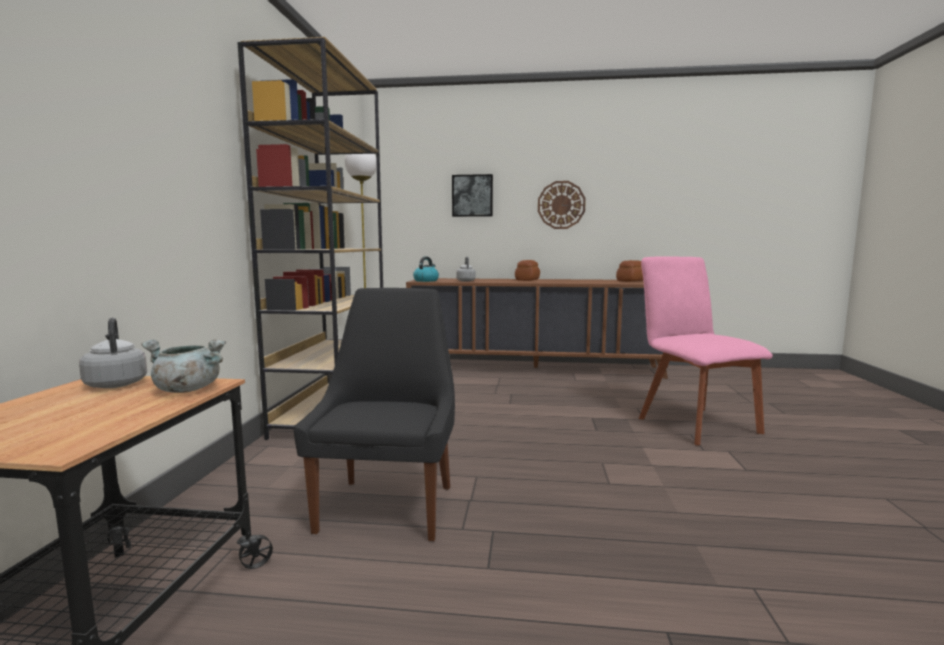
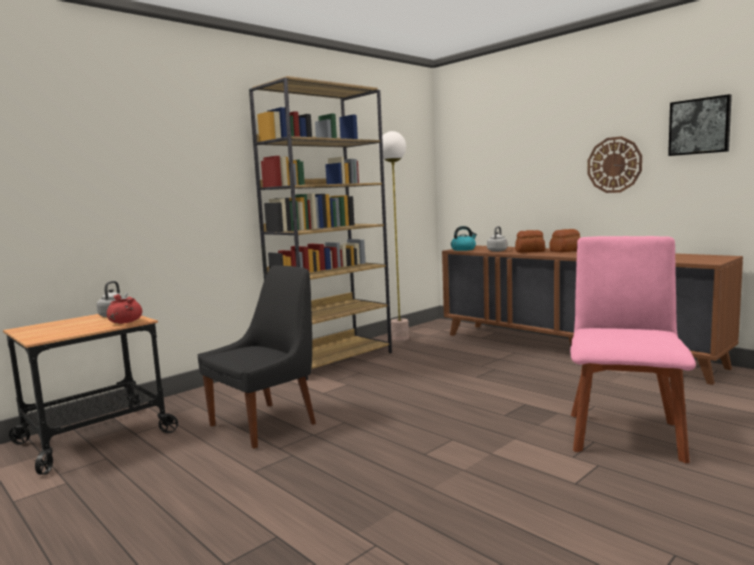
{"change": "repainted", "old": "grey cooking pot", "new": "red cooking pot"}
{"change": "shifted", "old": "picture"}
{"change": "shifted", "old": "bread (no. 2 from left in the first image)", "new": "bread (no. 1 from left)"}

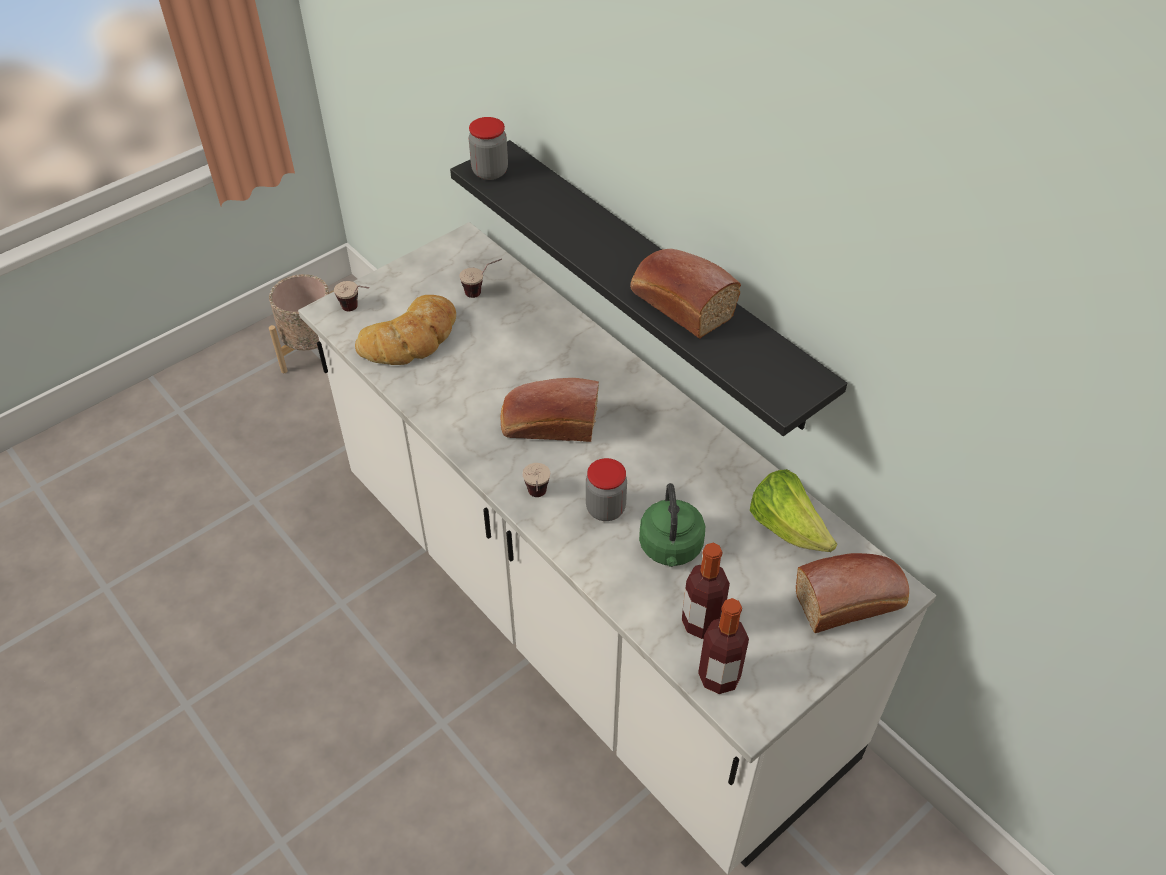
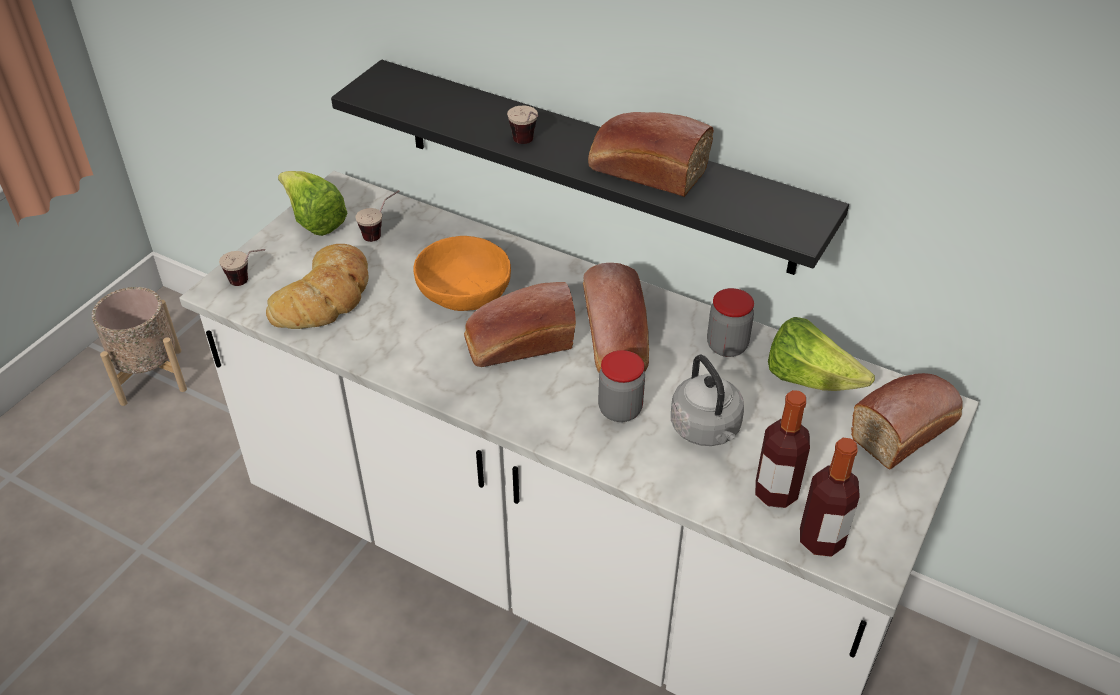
{"change": "shifted", "old": "jar (no. 1 from left in the first image)", "new": "jar (no. 2 from left)"}
{"change": "shifted", "old": "cup (no. 3 from left)"}
{"change": "repainted", "old": "green kettle", "new": "grey kettle"}
{"change": "new", "new": "lettuce (no. 1 from left)"}
{"change": "new", "new": "orange bowl"}
{"change": "new", "new": "bread (no. 3 from left)"}

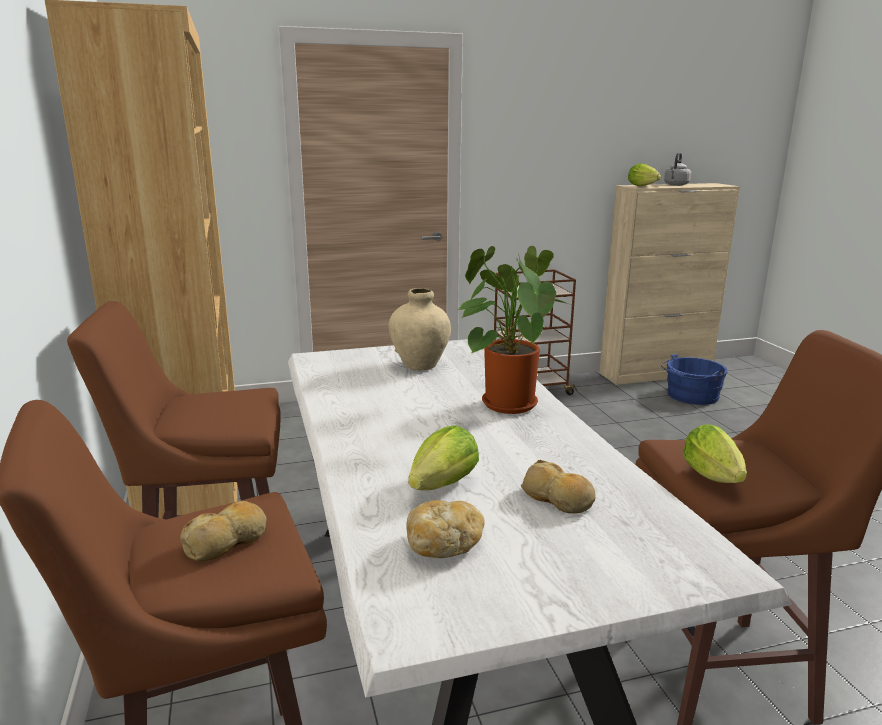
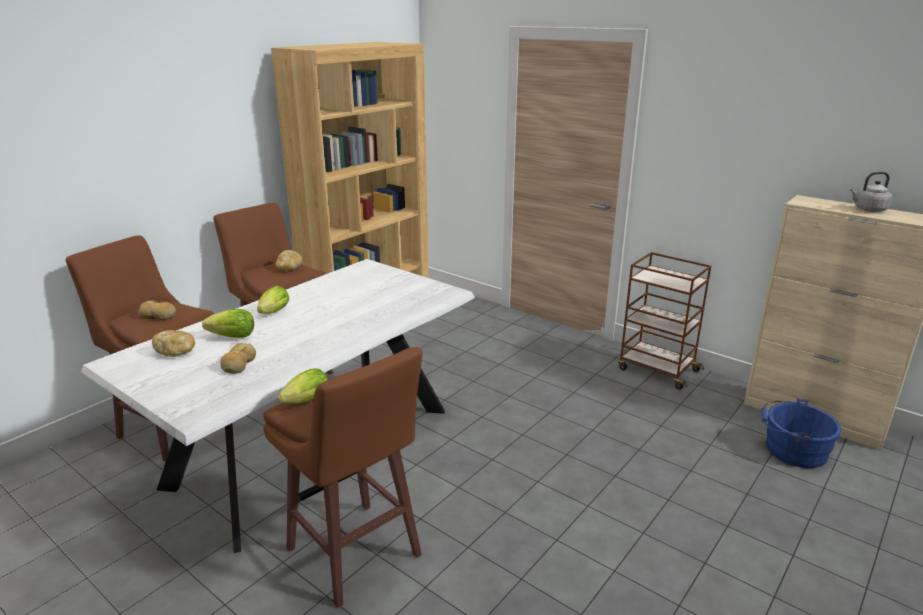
{"change": "gone", "old": "beige vase"}
{"change": "gone", "old": "potted plant"}
{"change": "shifted", "old": "lettuce (no. 2 from left)"}
{"change": "new", "new": "bread (no. 4 from left)"}

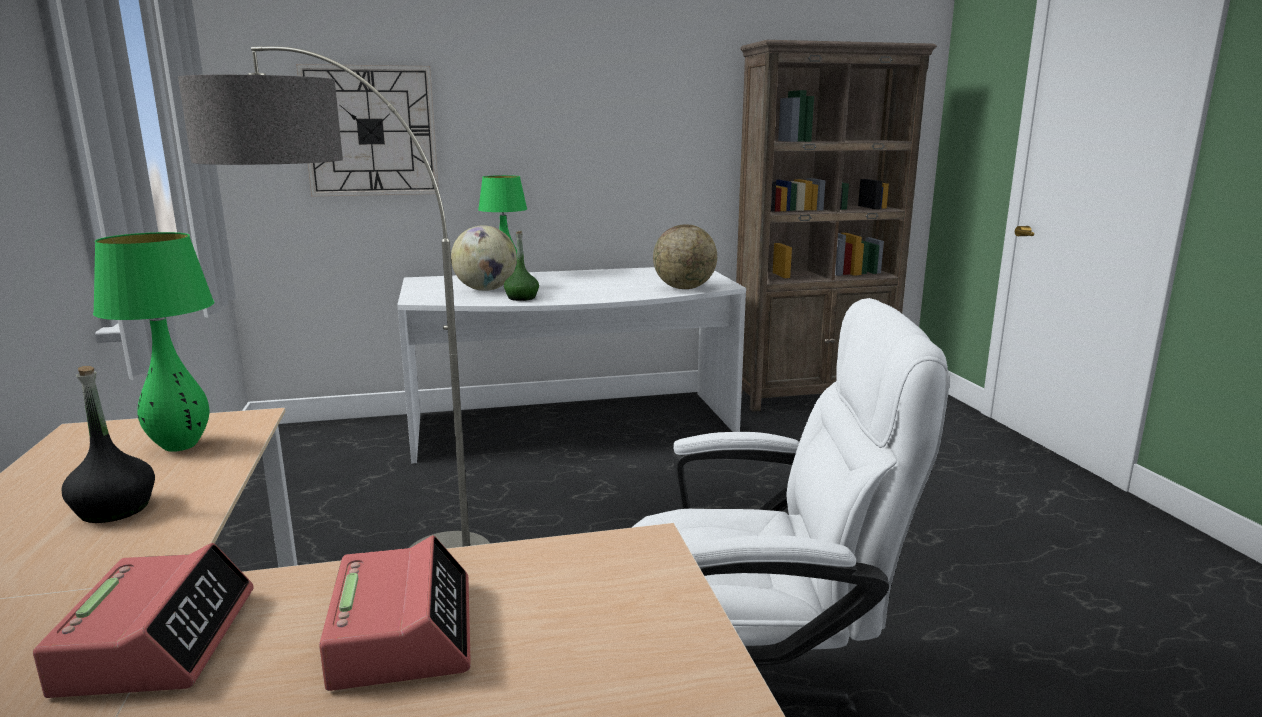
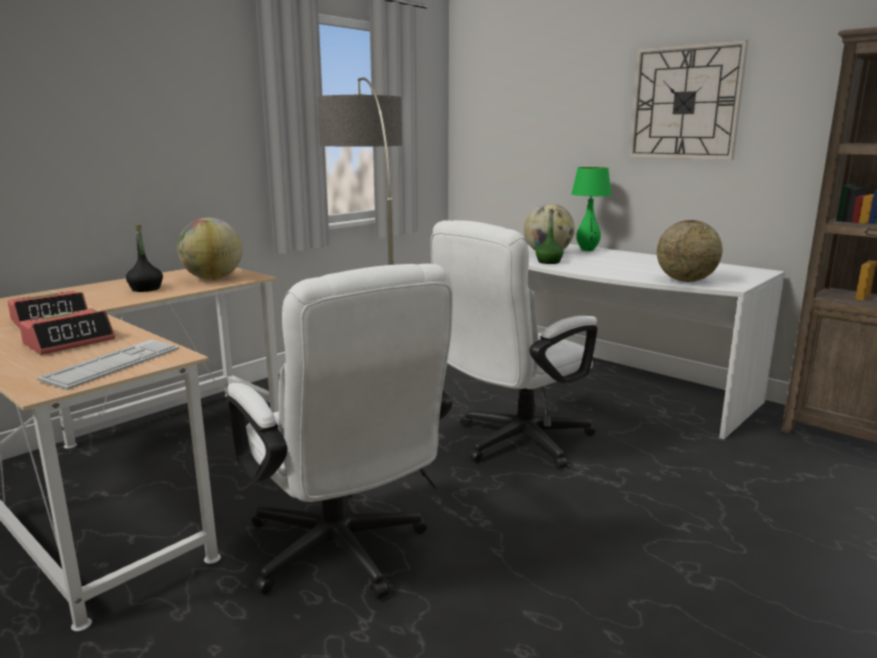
{"change": "swapped", "old": "green table lamp (no. 1 from left)", "new": "globe (no. 1 from left)"}
{"change": "shifted", "old": "wall clock"}
{"change": "new", "new": "keyboard"}
{"change": "new", "new": "white office chair (no. 2 from left)"}

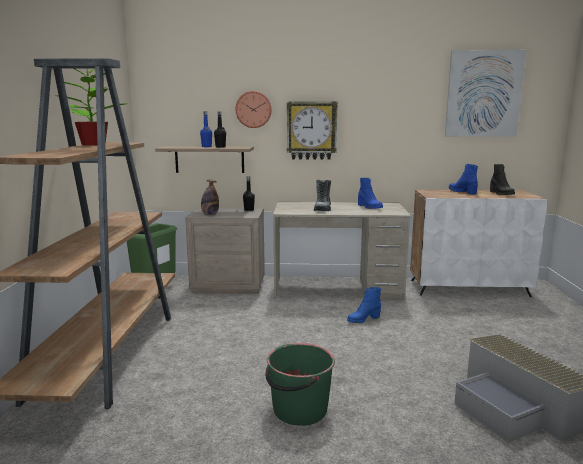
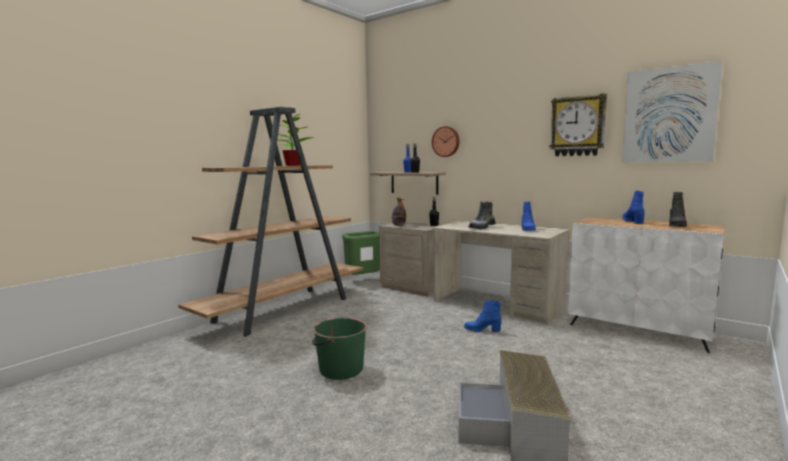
{"change": "shifted", "old": "wall clock (no. 2 from left)"}

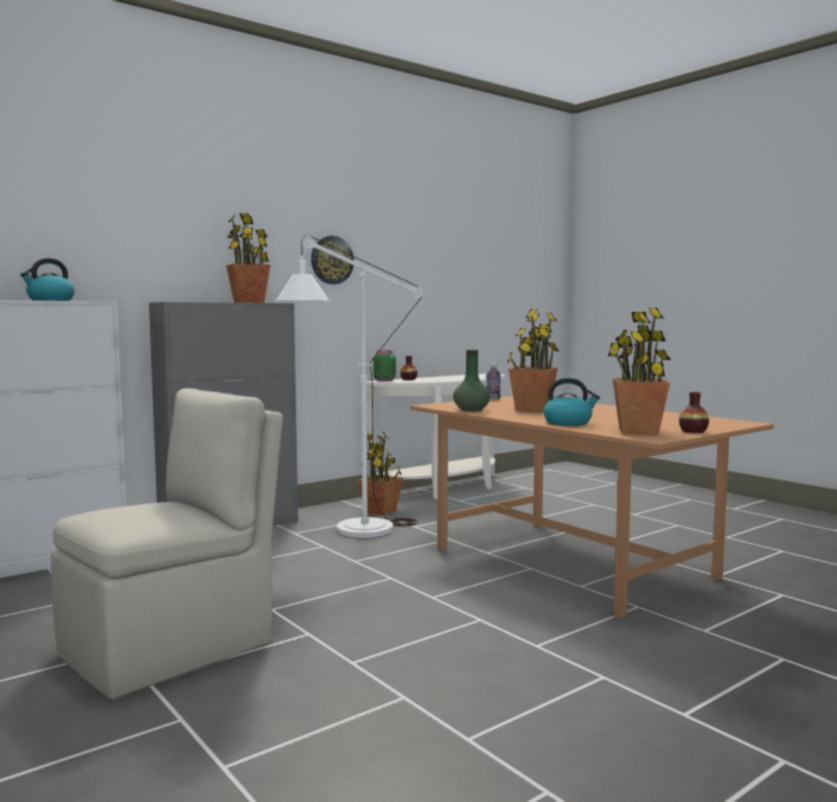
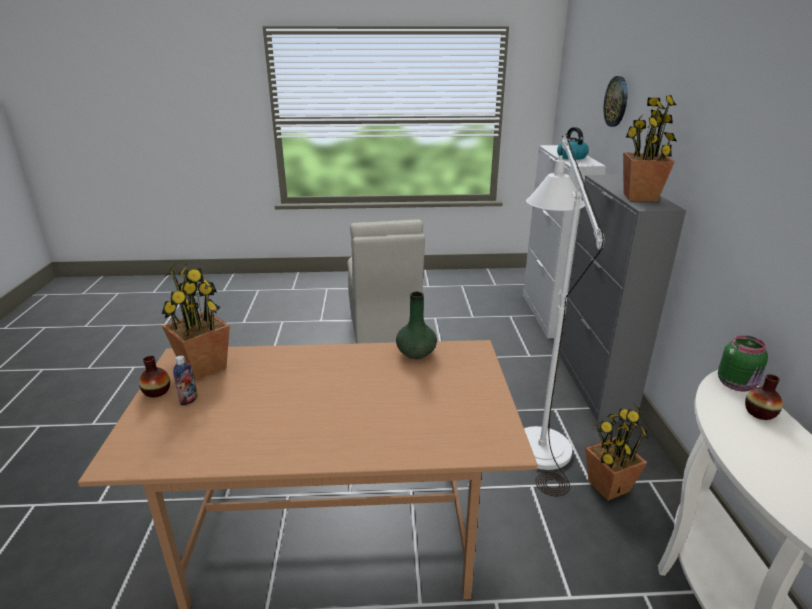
{"change": "shifted", "old": "wall clock"}
{"change": "shifted", "old": "bottle"}
{"change": "gone", "old": "potted plant (no. 3 from left)"}
{"change": "gone", "old": "kettle (no. 2 from left)"}

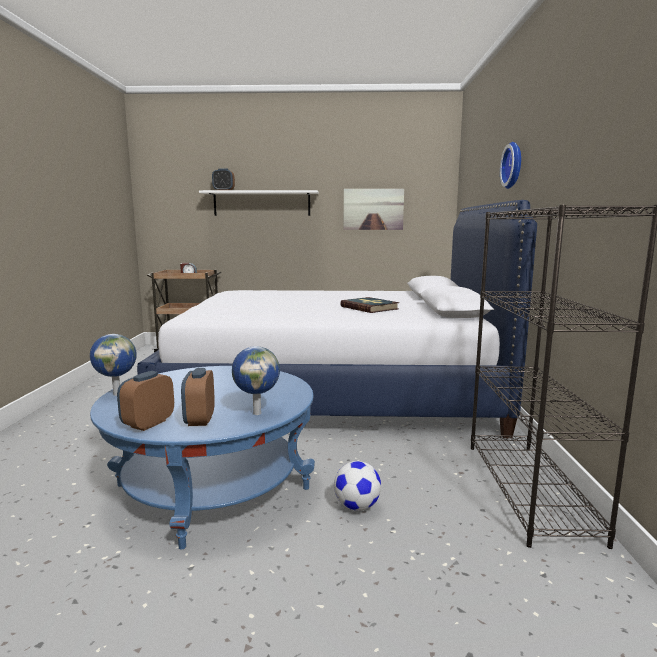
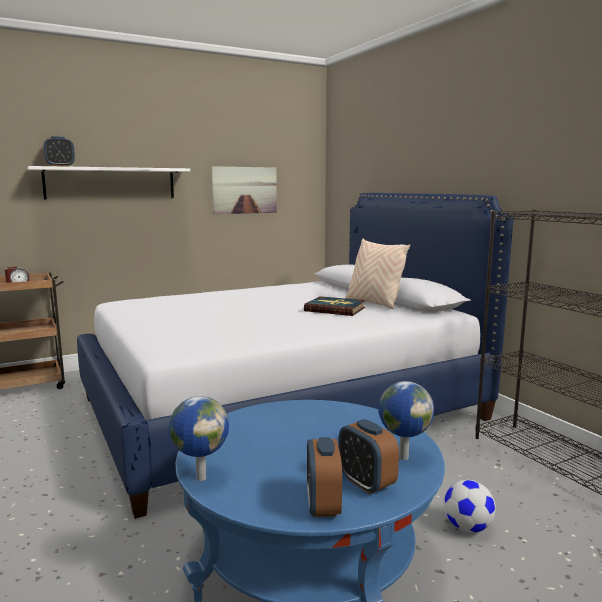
{"change": "gone", "old": "wall clock"}
{"change": "new", "new": "beige pillow"}

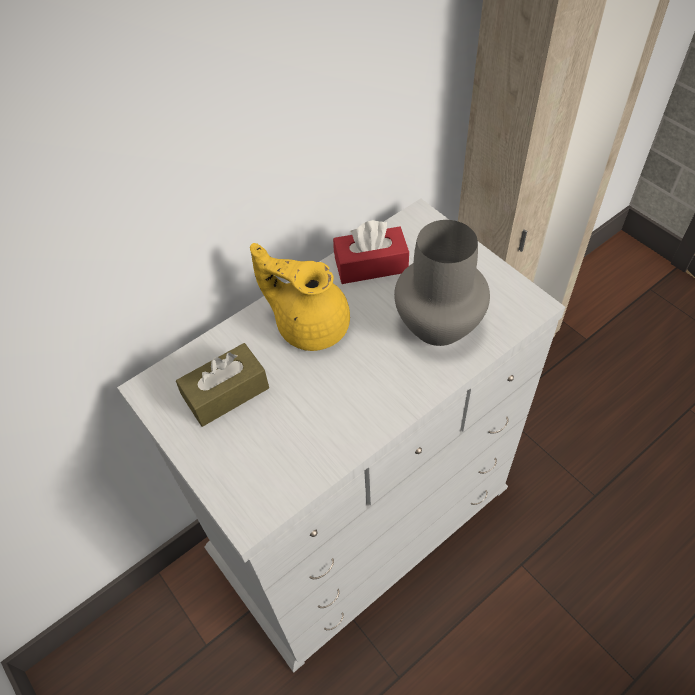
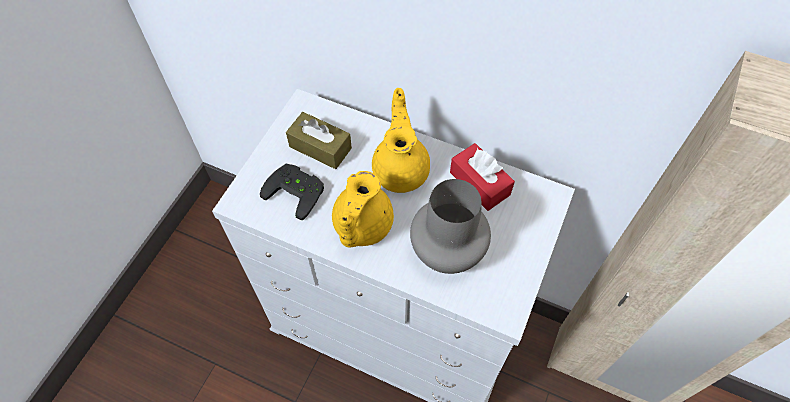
{"change": "new", "new": "black game controller"}
{"change": "new", "new": "yellow teapot (no. 1 from left)"}

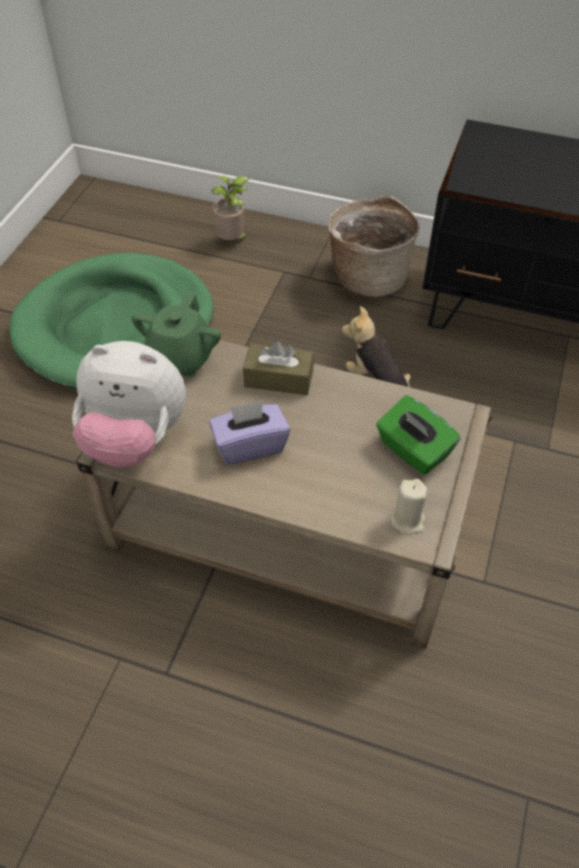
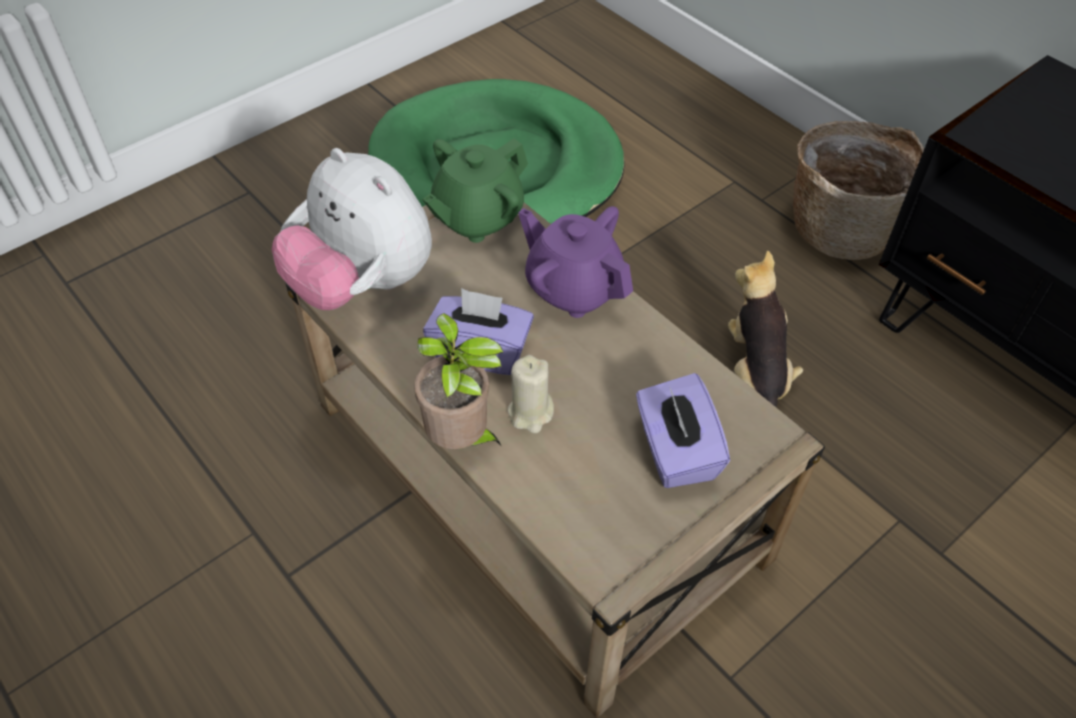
{"change": "shifted", "old": "potted plant"}
{"change": "swapped", "old": "brown tissue box", "new": "purple teapot"}
{"change": "repainted", "old": "green tissue box", "new": "purple tissue box (no. 2 from left)"}
{"change": "shifted", "old": "beige candle"}

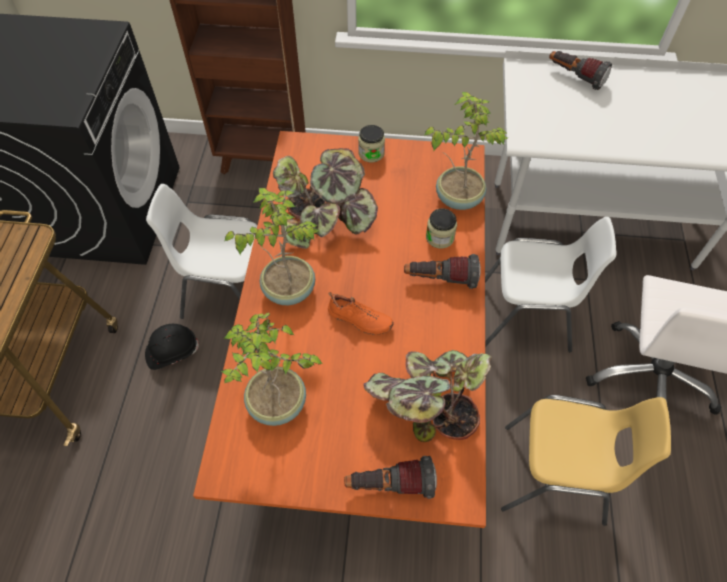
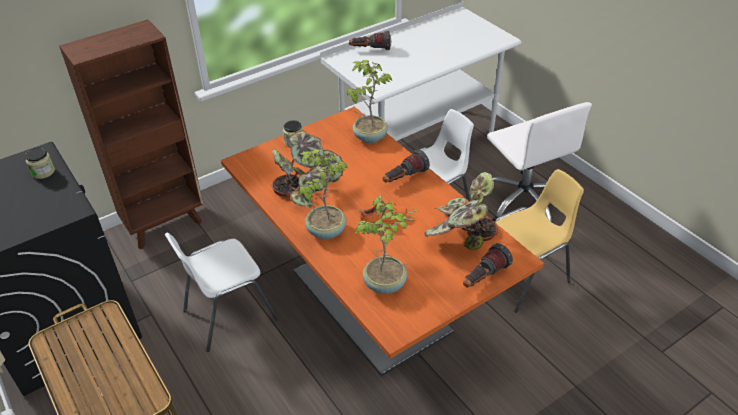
{"change": "gone", "old": "black hard hat"}
{"change": "shifted", "old": "jar (no. 2 from left in the first image)", "new": "jar (no. 1 from left)"}

